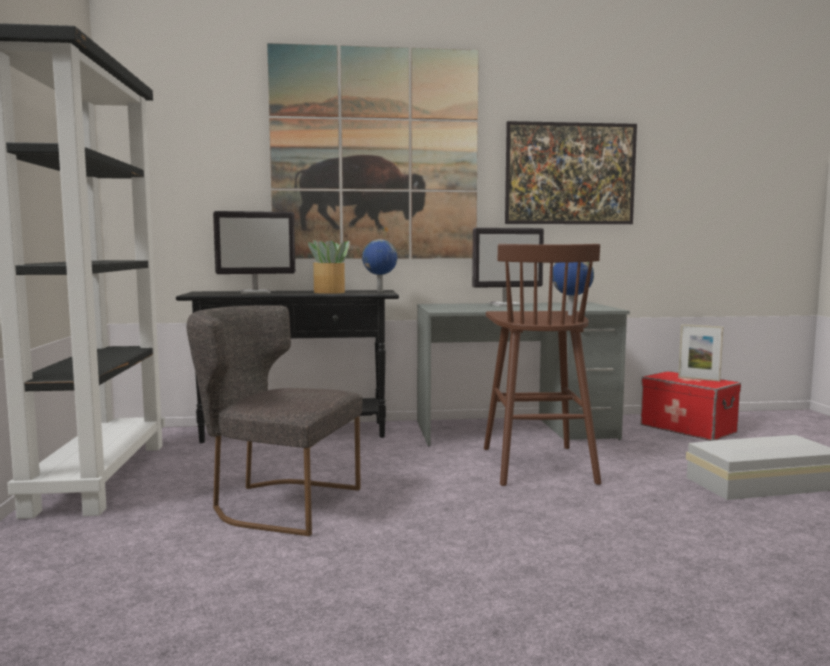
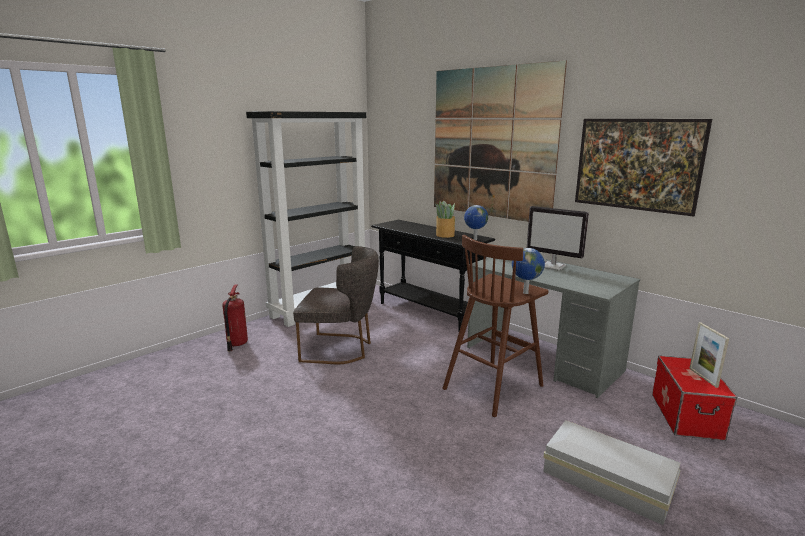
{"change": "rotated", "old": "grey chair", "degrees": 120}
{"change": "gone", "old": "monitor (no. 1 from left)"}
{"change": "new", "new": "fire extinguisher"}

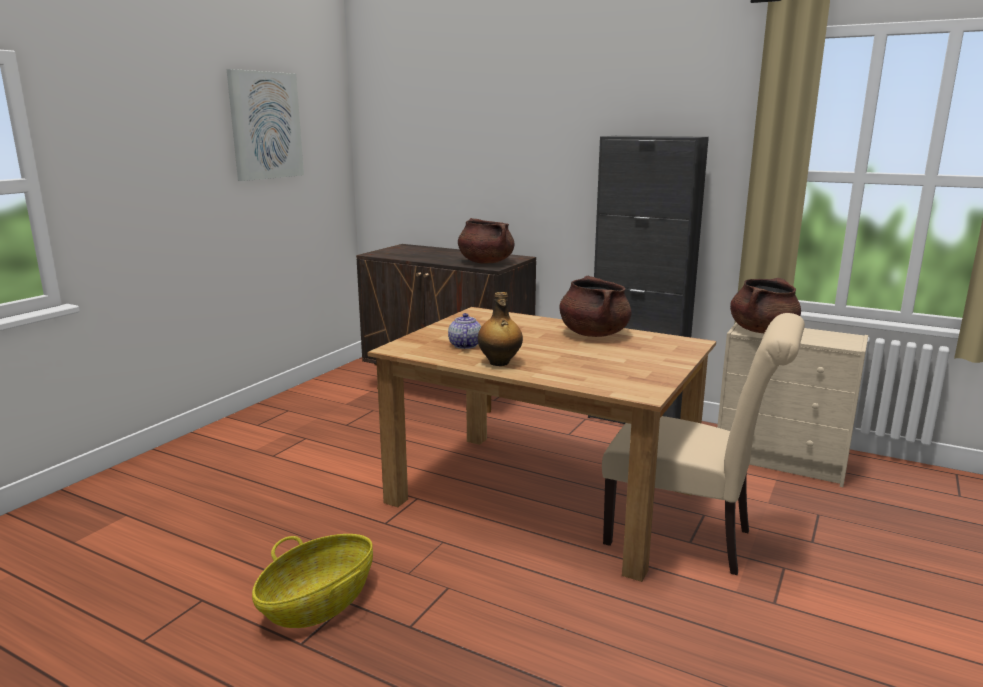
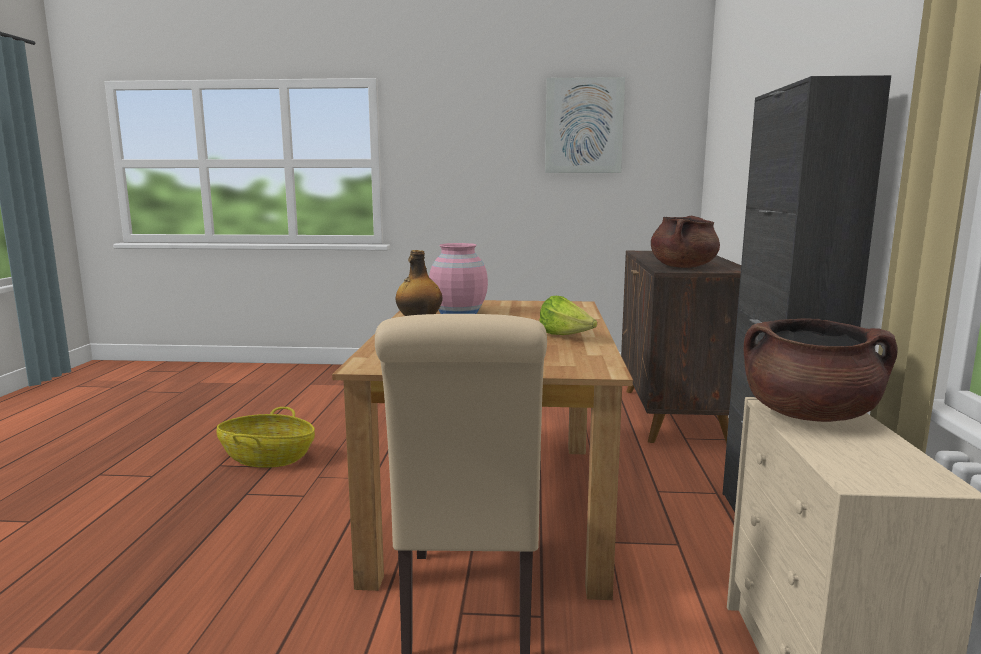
{"change": "swapped", "old": "teapot", "new": "pink vase"}
{"change": "swapped", "old": "brown cooking pot (no. 2 from left)", "new": "lettuce"}

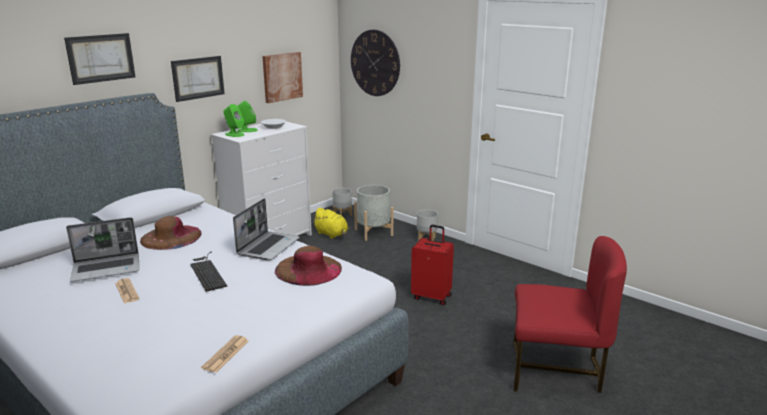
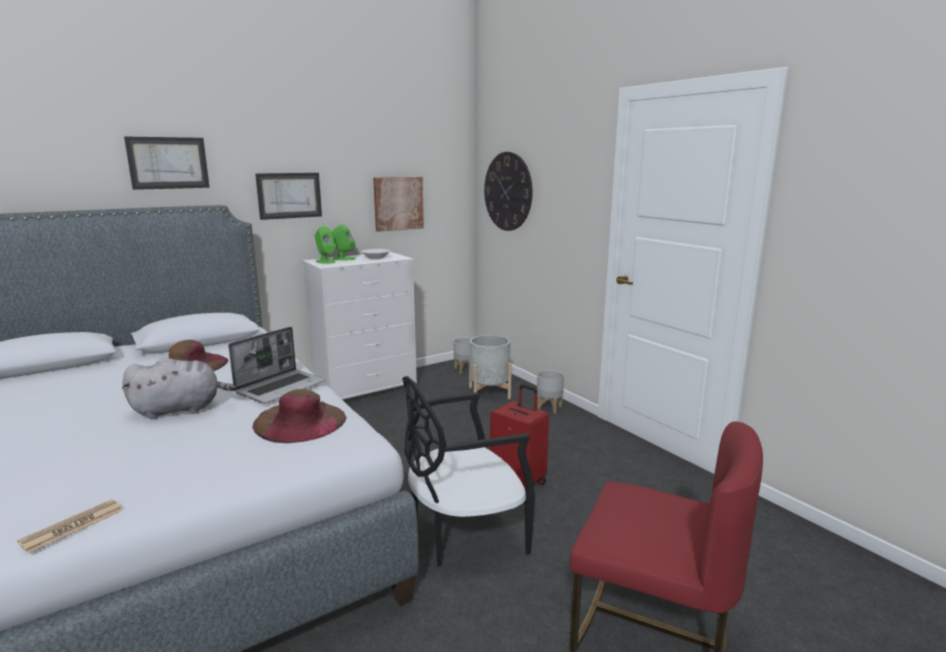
{"change": "gone", "old": "laptop (no. 1 from left)"}
{"change": "gone", "old": "newspaper (no. 1 from left)"}
{"change": "swapped", "old": "keyboard", "new": "grey plush toy"}
{"change": "gone", "old": "yellow plush toy"}
{"change": "new", "new": "black chair"}

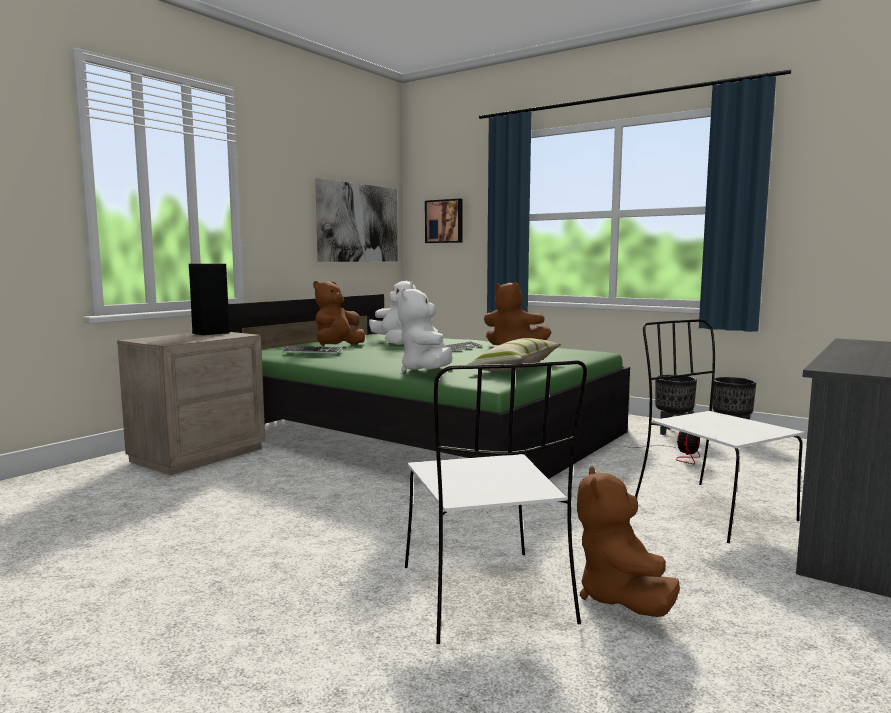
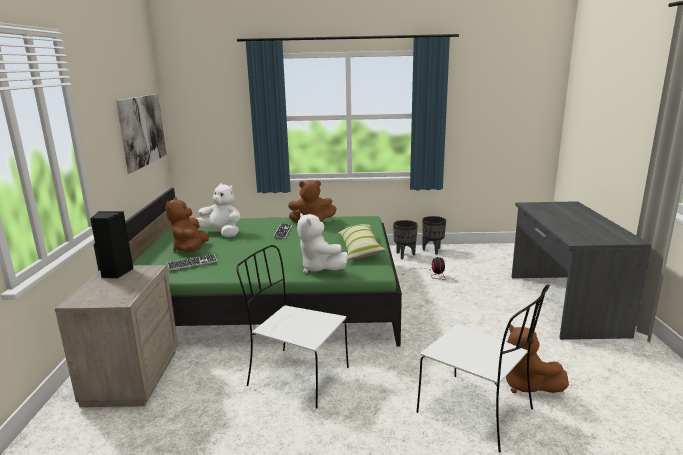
{"change": "gone", "old": "picture (no. 2 from left)"}
{"change": "shifted", "old": "white chair (no. 2 from left in the first image)", "new": "white chair (no. 1 from left)"}

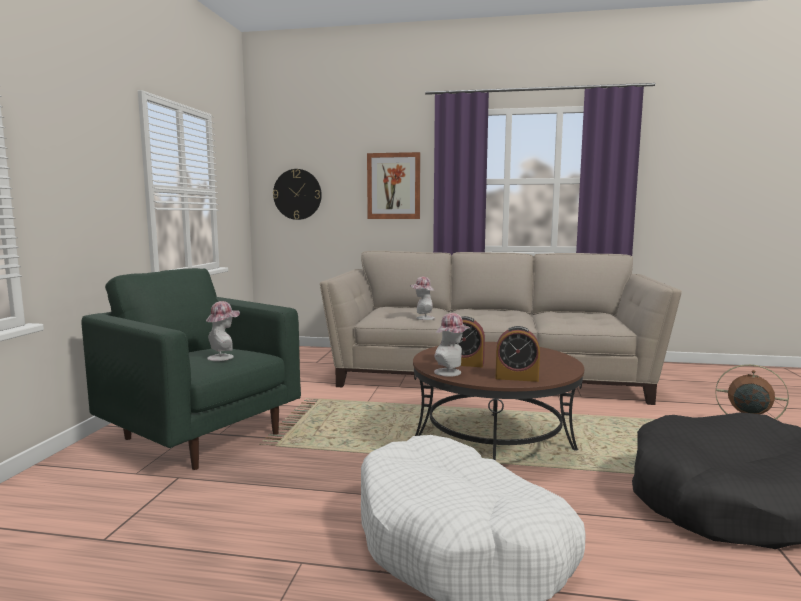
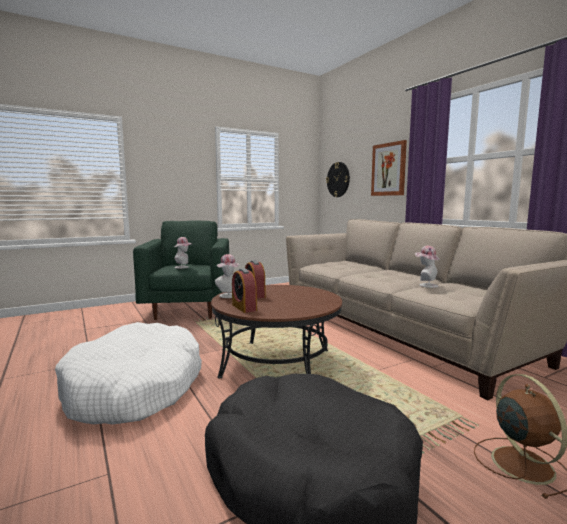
{"change": "shifted", "old": "hat (no. 2 from left in the first image)", "new": "hat (no. 3 from left)"}

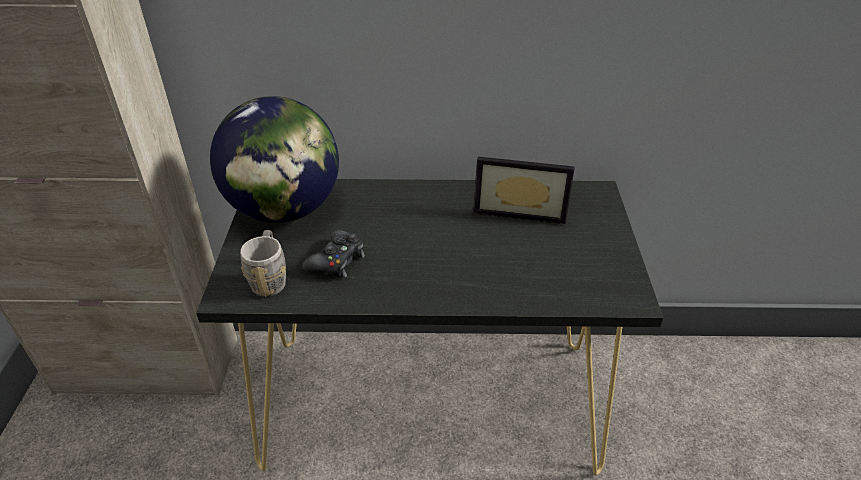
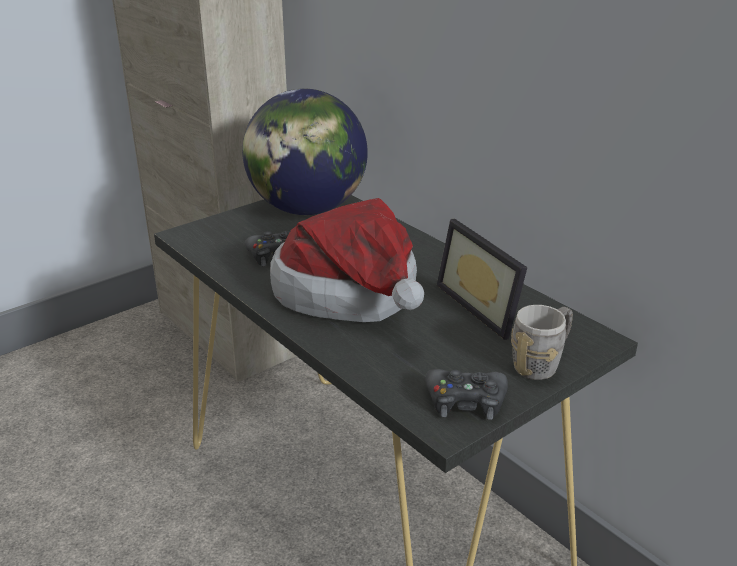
{"change": "shifted", "old": "grey mug"}
{"change": "new", "new": "hat"}
{"change": "new", "new": "black game controller (no. 2 from left)"}

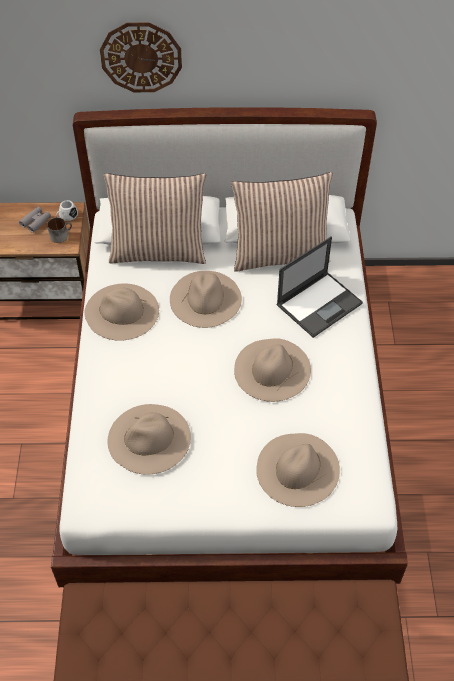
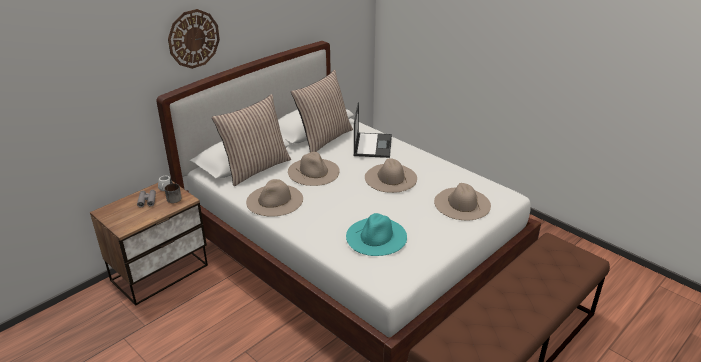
{"change": "repainted", "old": "beige hat (no. 2 from left)", "new": "turquoise hat"}

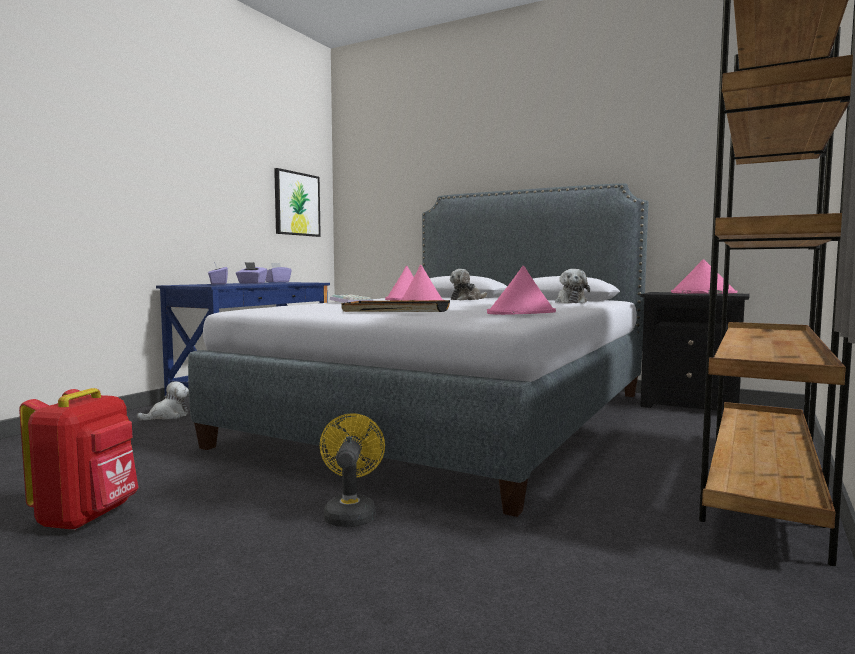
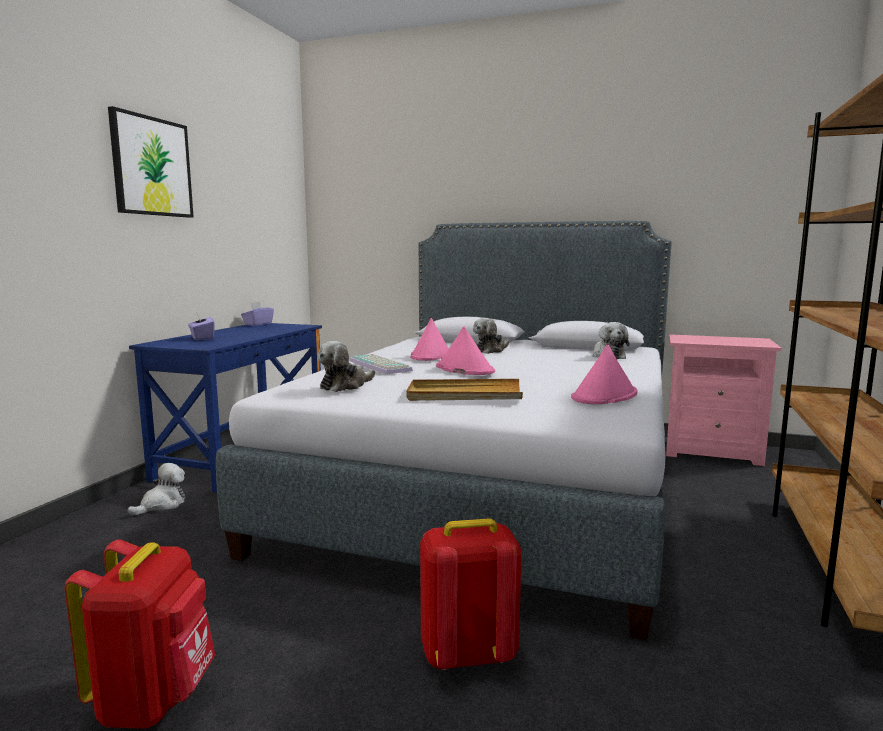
{"change": "gone", "old": "purple tissue box (no. 2 from left)"}
{"change": "shifted", "old": "picture"}
{"change": "swapped", "old": "yellow fan", "new": "red backpack (no. 2 from left)"}
{"change": "repainted", "old": "black tray", "new": "beige tray"}
{"change": "repainted", "old": "black nightstand", "new": "pink nightstand"}
{"change": "gone", "old": "pink hat (no. 4 from left)"}
{"change": "new", "new": "plush toy (no. 2 from left)"}

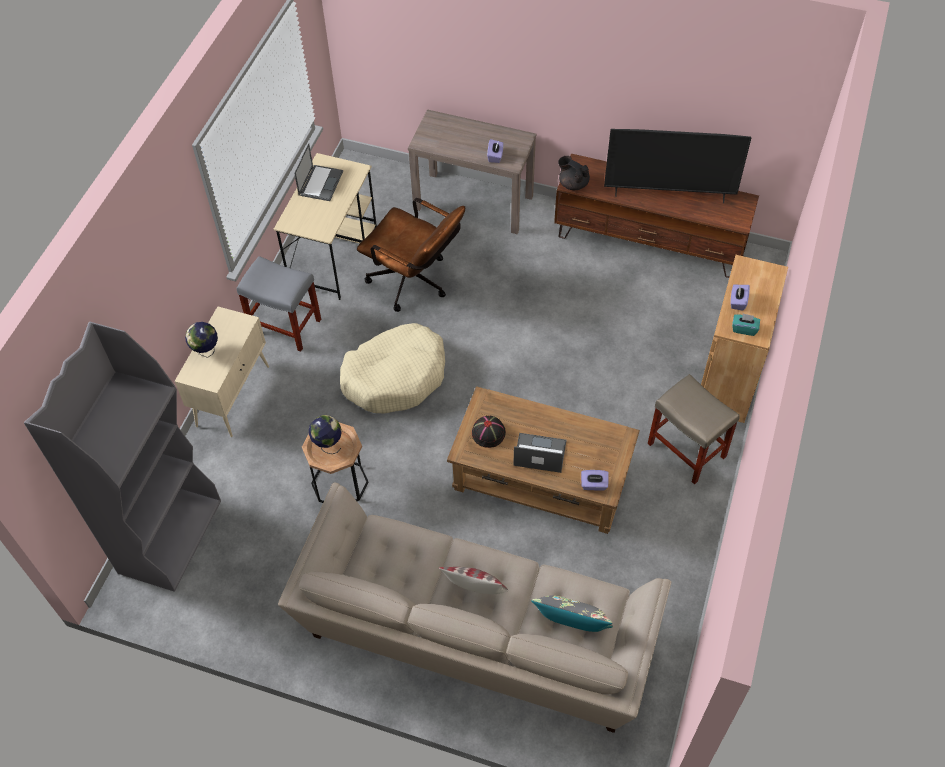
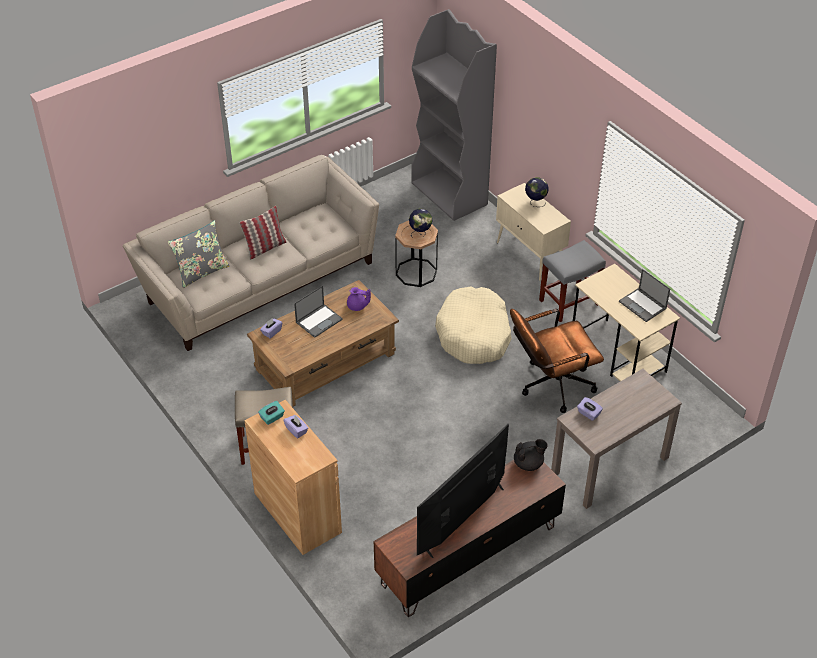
{"change": "swapped", "old": "black hat", "new": "purple teapot"}

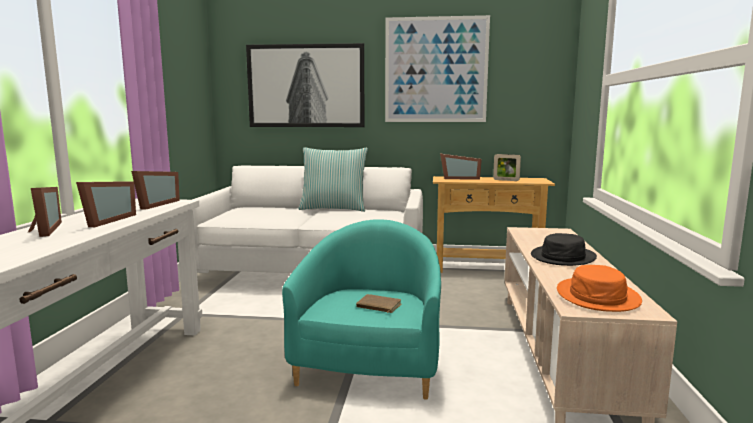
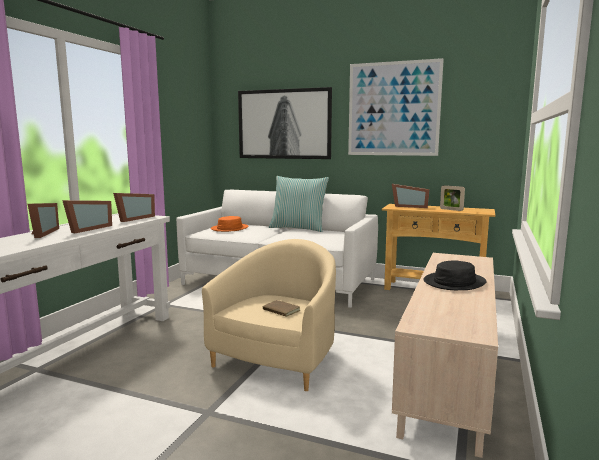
{"change": "repainted", "old": "turquoise armchair", "new": "beige armchair"}
{"change": "shifted", "old": "orange hat"}

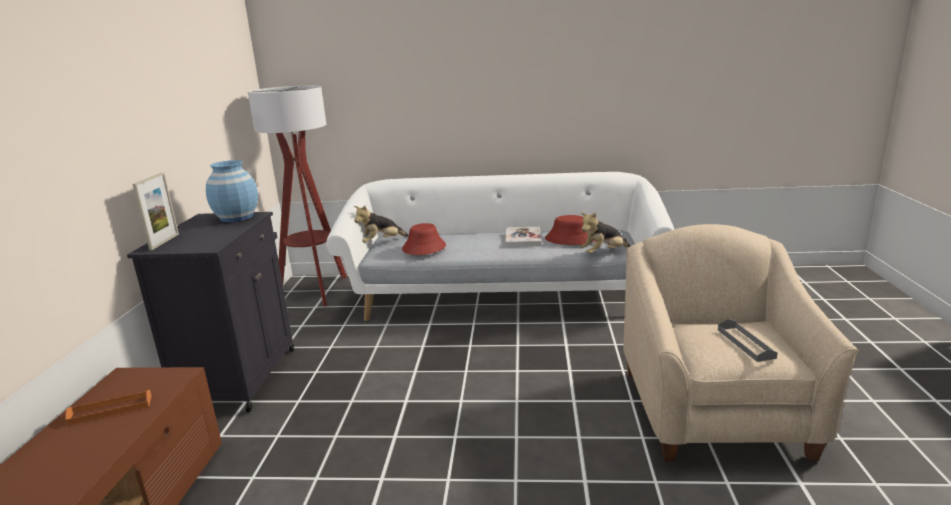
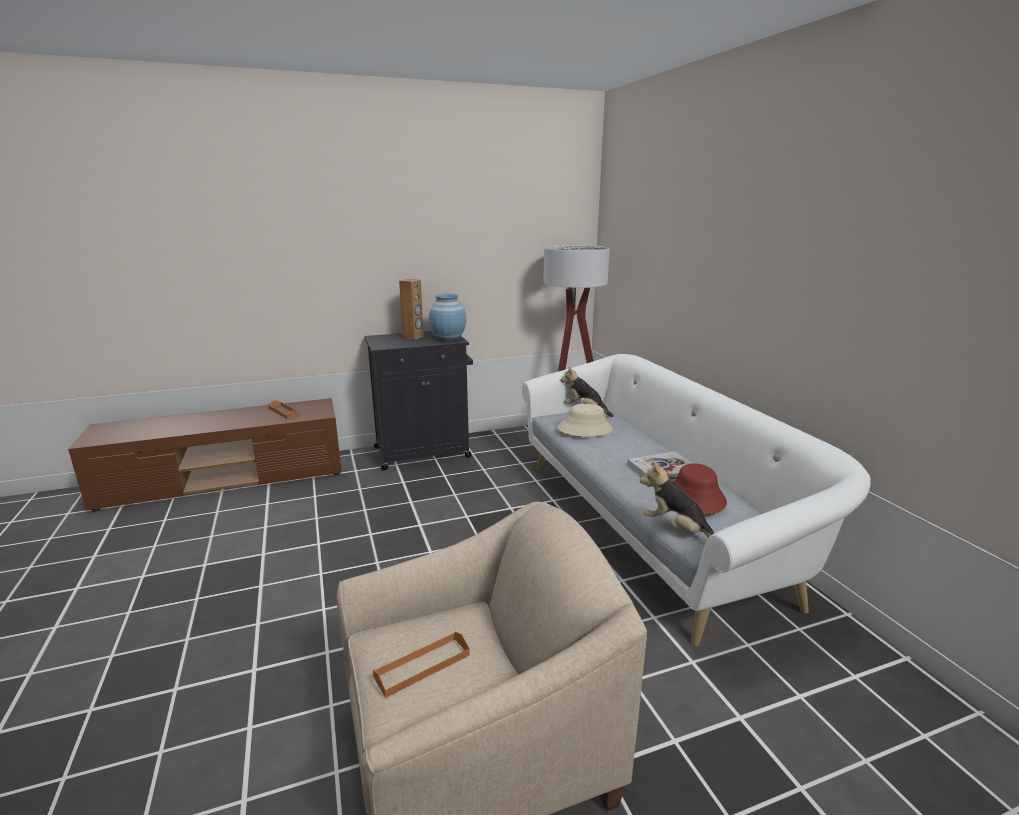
{"change": "gone", "old": "picture frame"}
{"change": "repainted", "old": "red hat (no. 1 from left)", "new": "beige hat"}
{"change": "repainted", "old": "grey tray", "new": "orange tray (no. 2 from left)"}
{"change": "new", "new": "brown speaker"}

